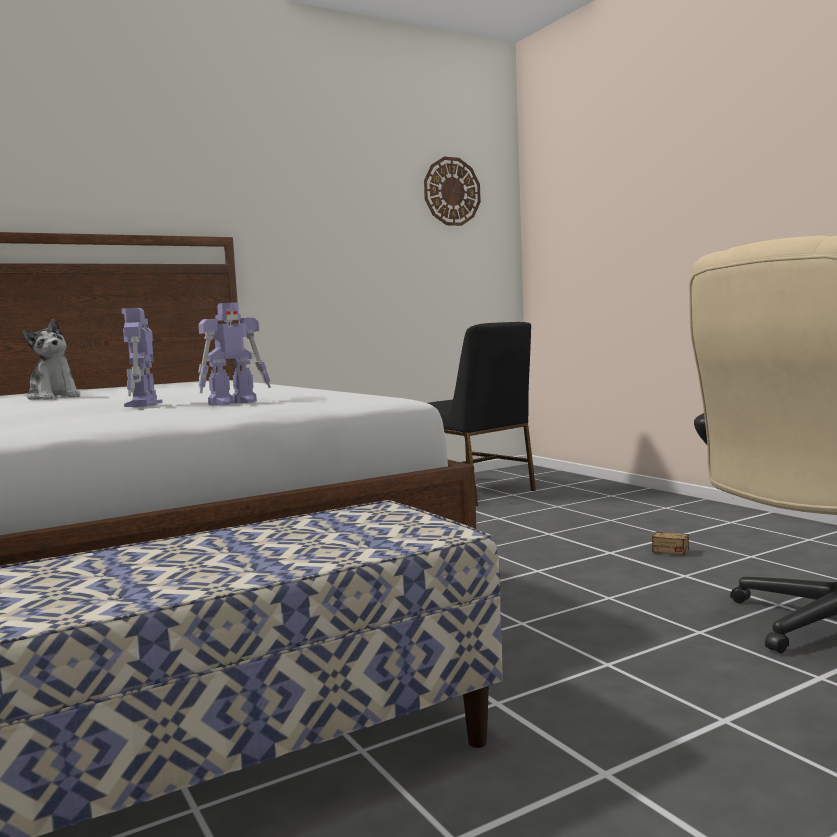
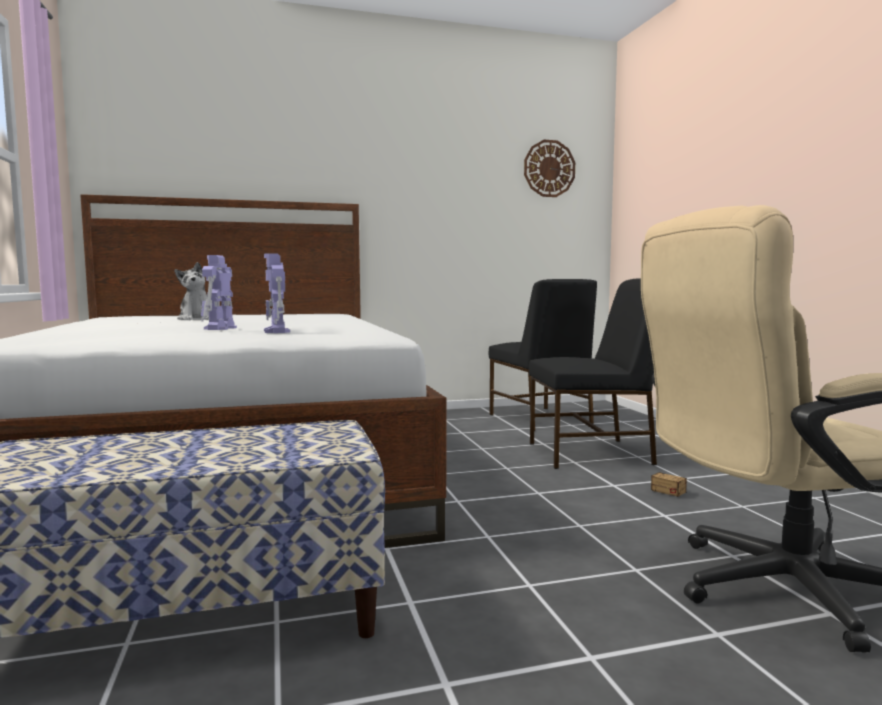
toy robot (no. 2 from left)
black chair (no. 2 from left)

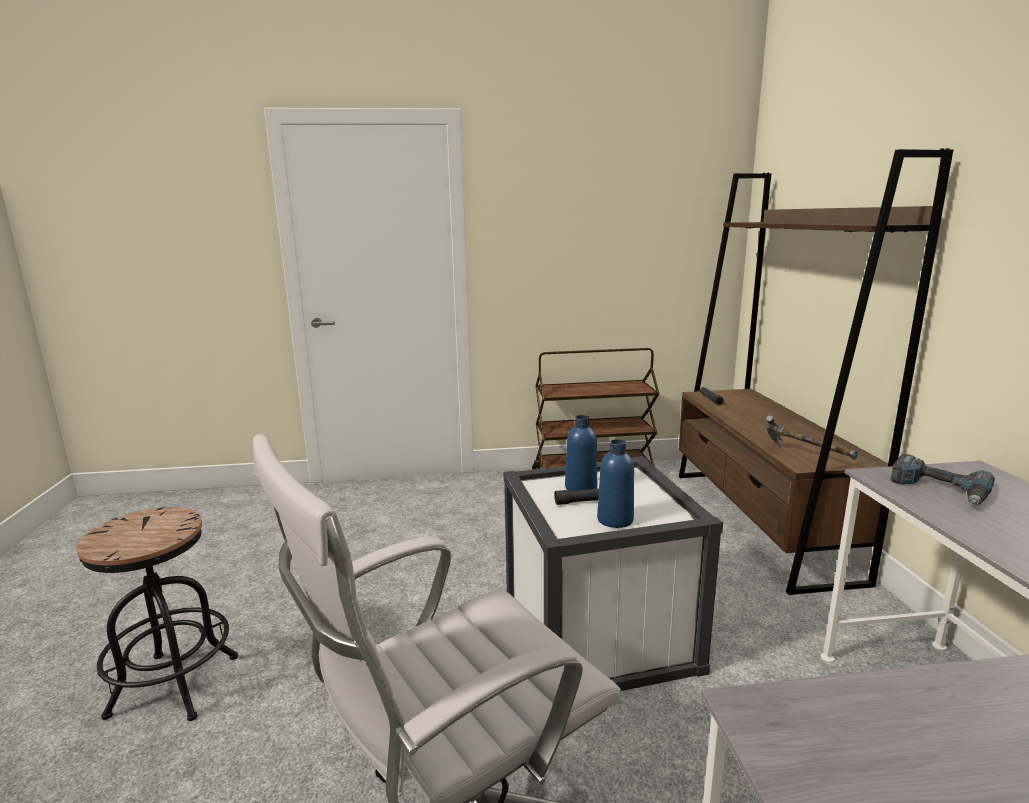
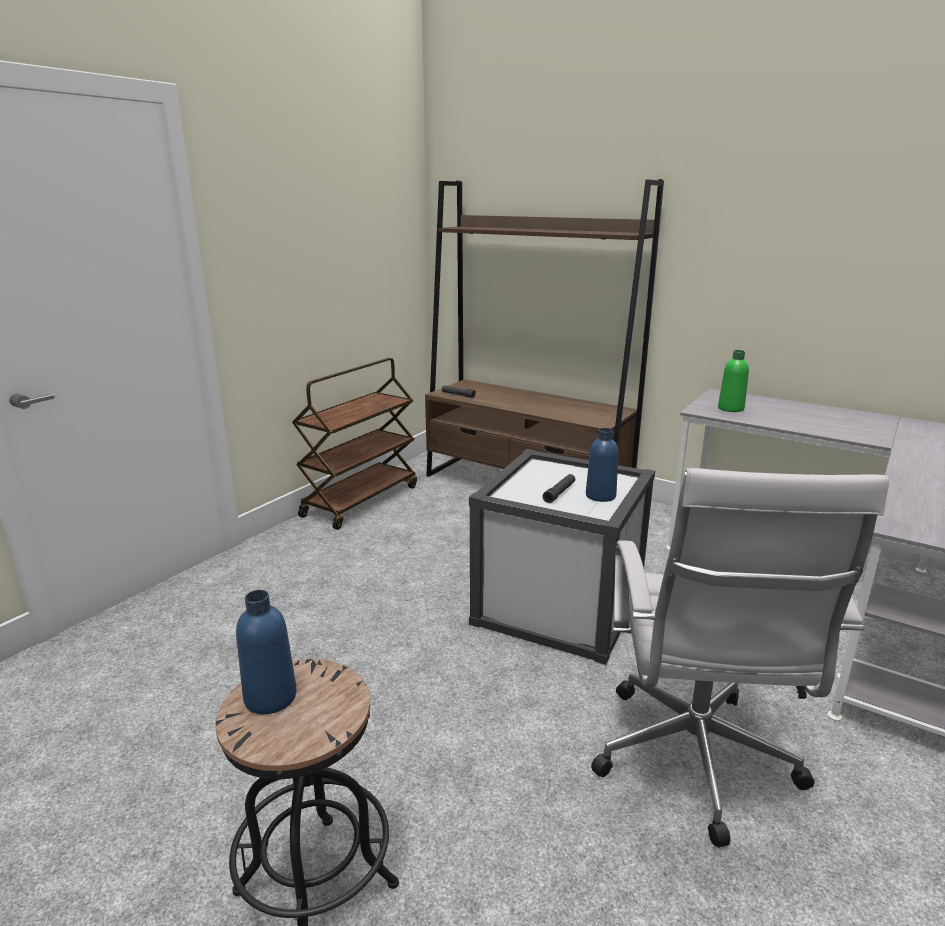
blue bottle (no. 1 from left)
hammer
green bottle

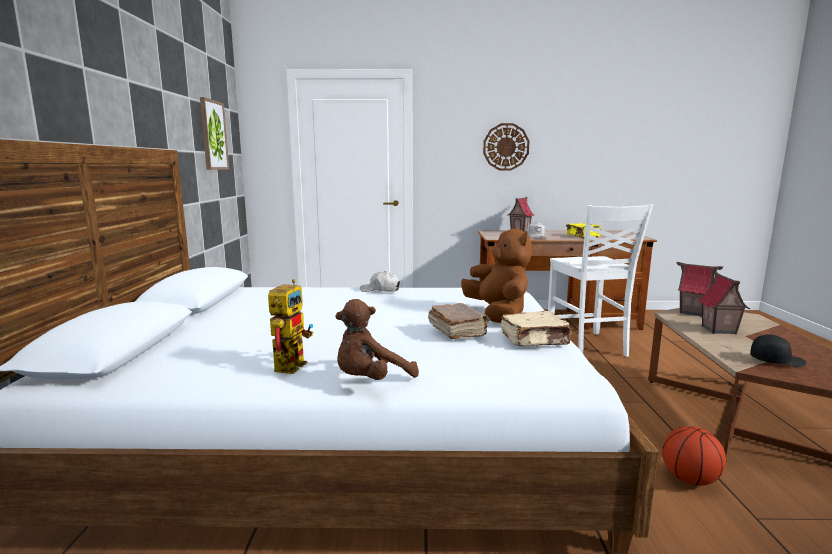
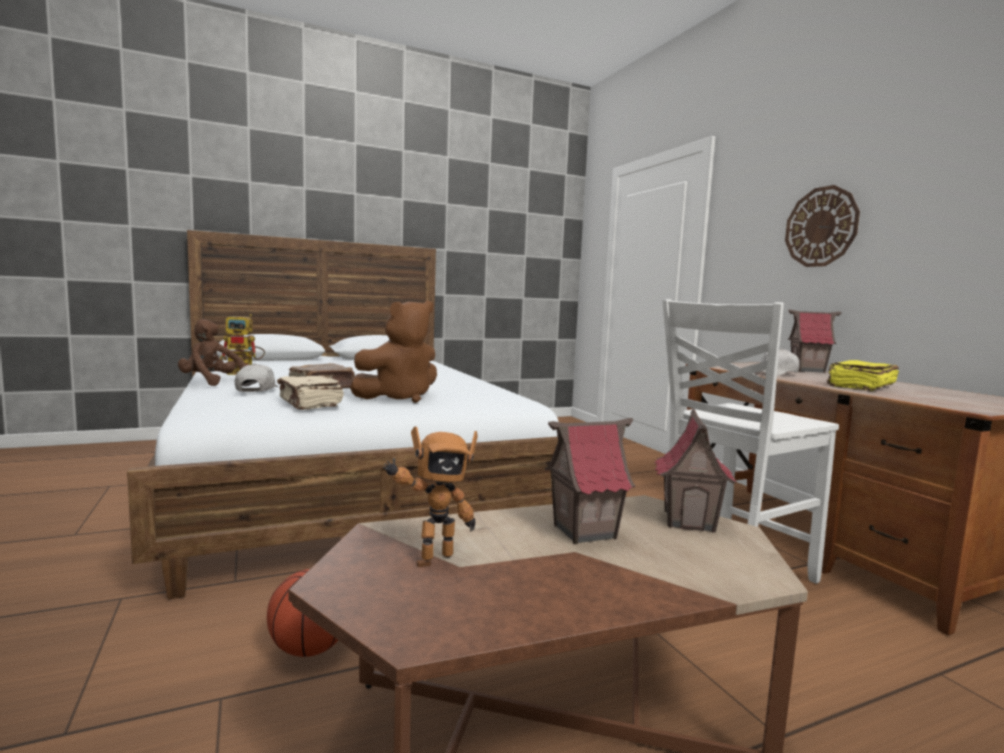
picture
white cap (no. 1 from left)
toy robot (no. 2 from left)

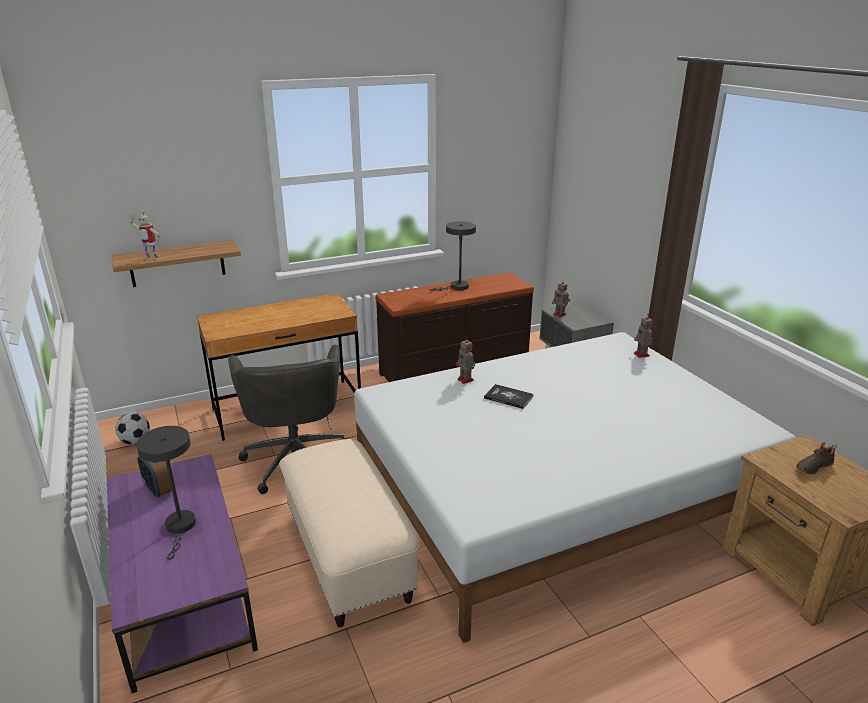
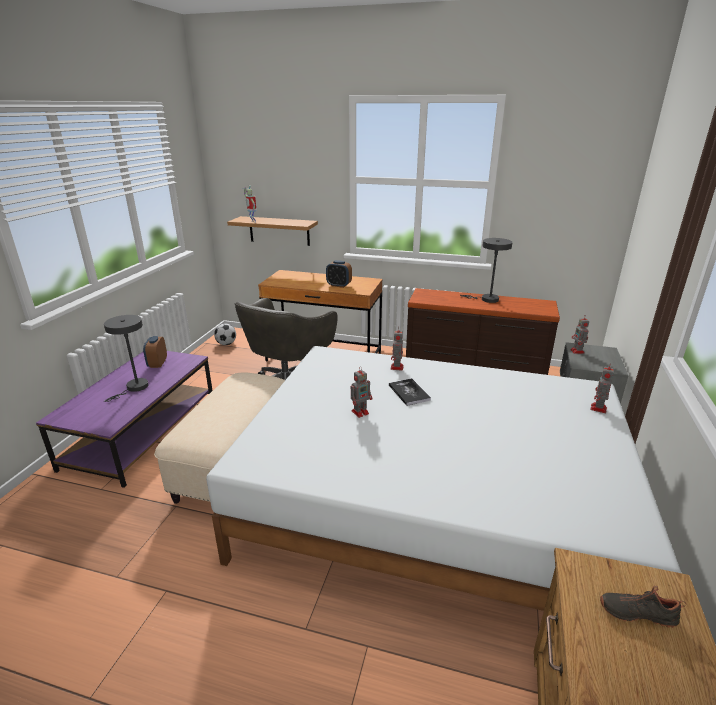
alarm clock (no. 2 from left)
toy robot (no. 2 from left)

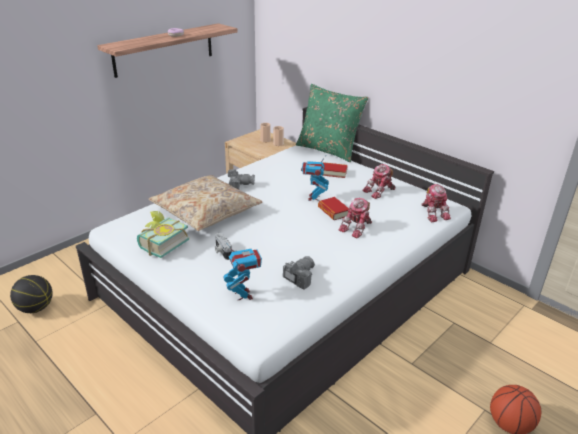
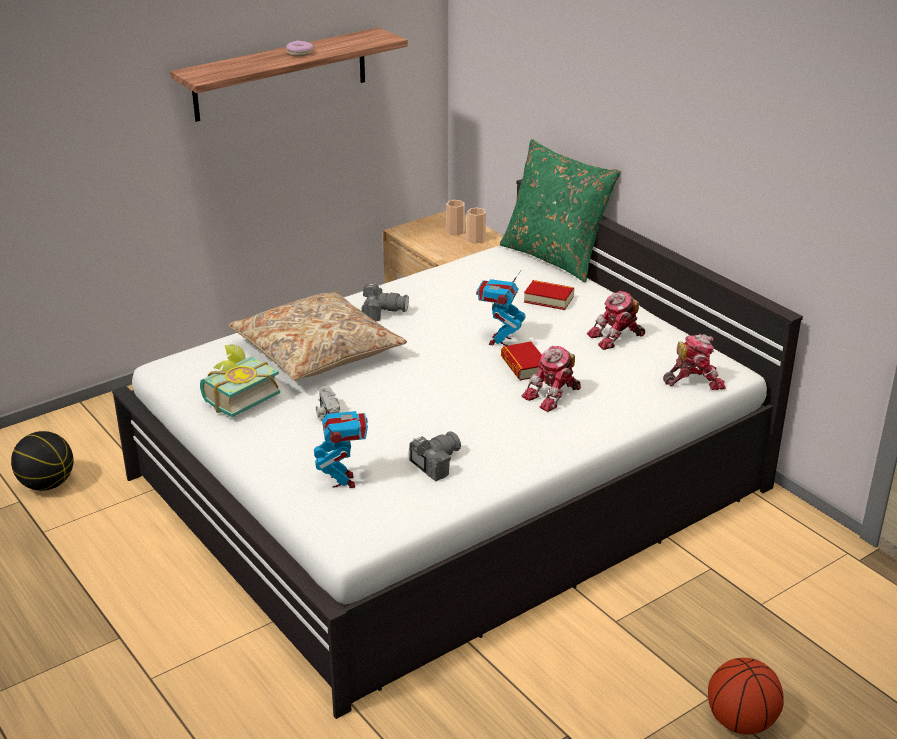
toy robot (no. 5 from left)

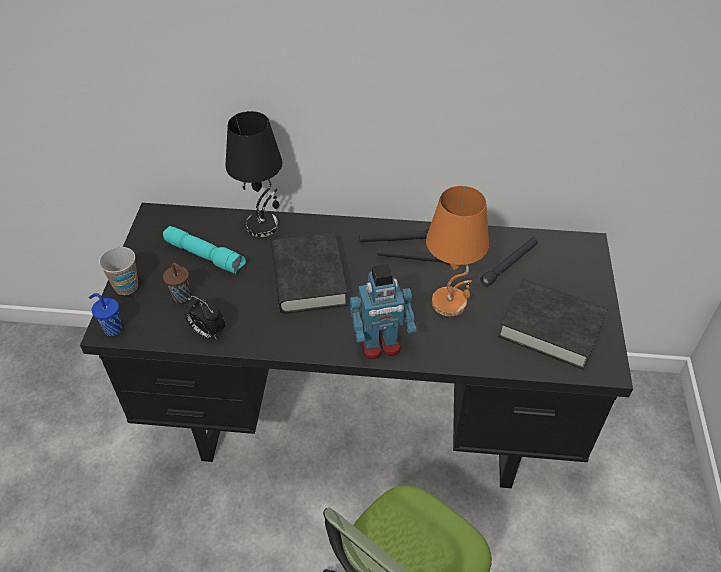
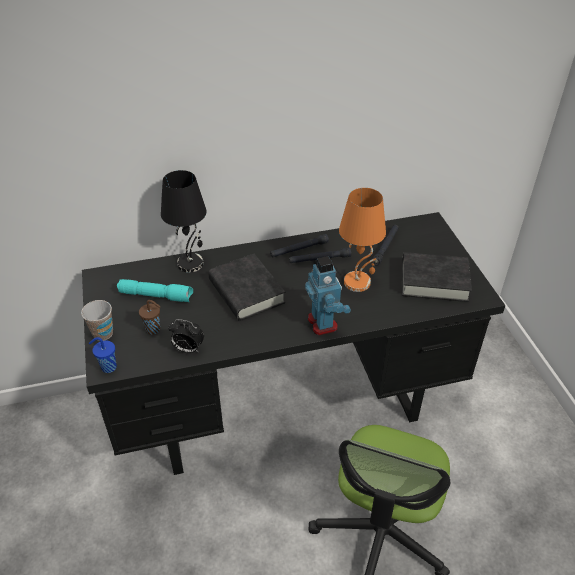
toy robot

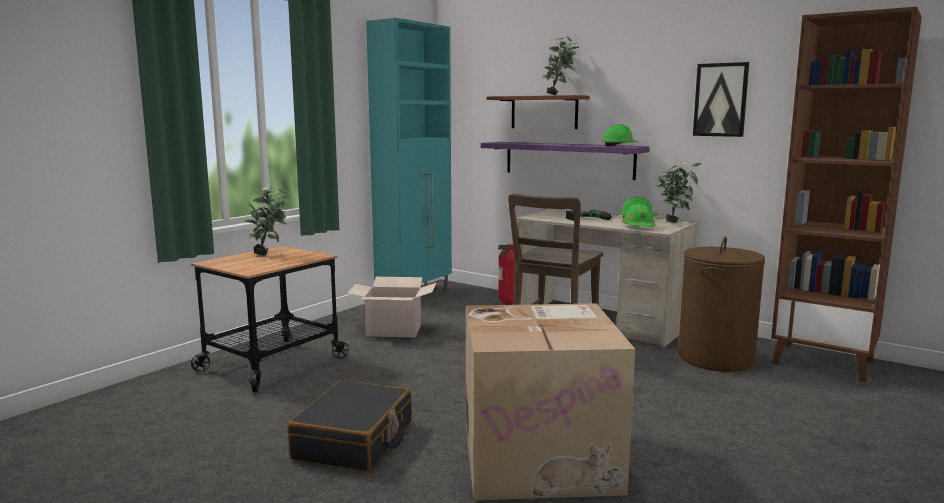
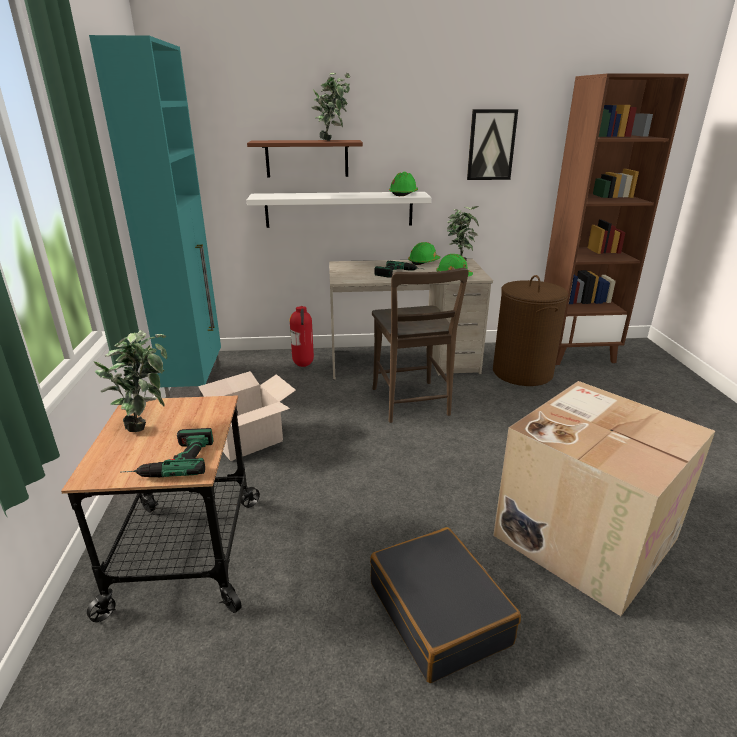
white shelf
power drill (no. 1 from left)

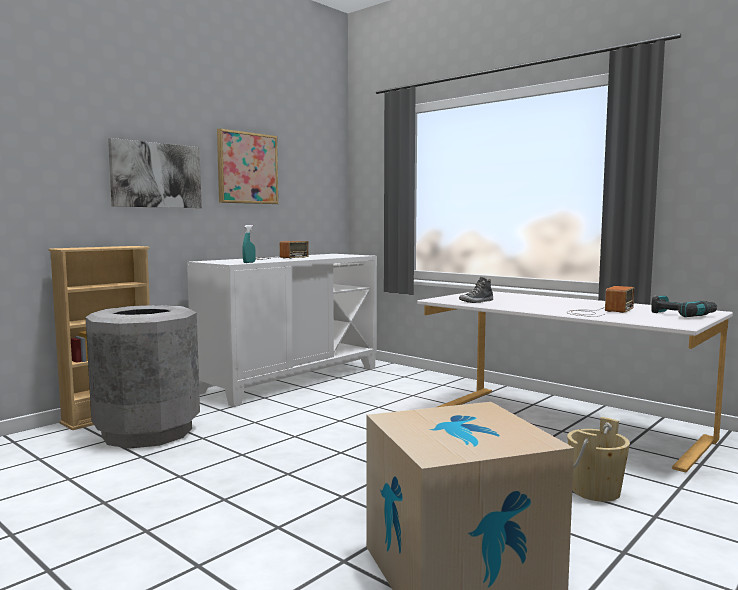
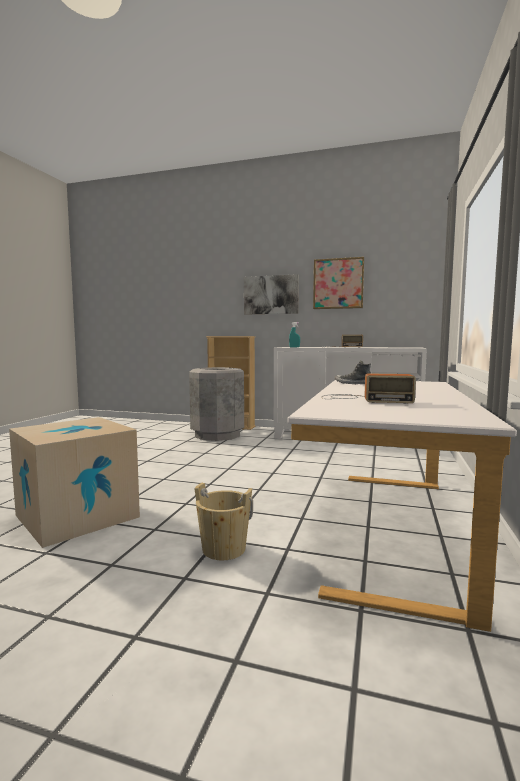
power drill

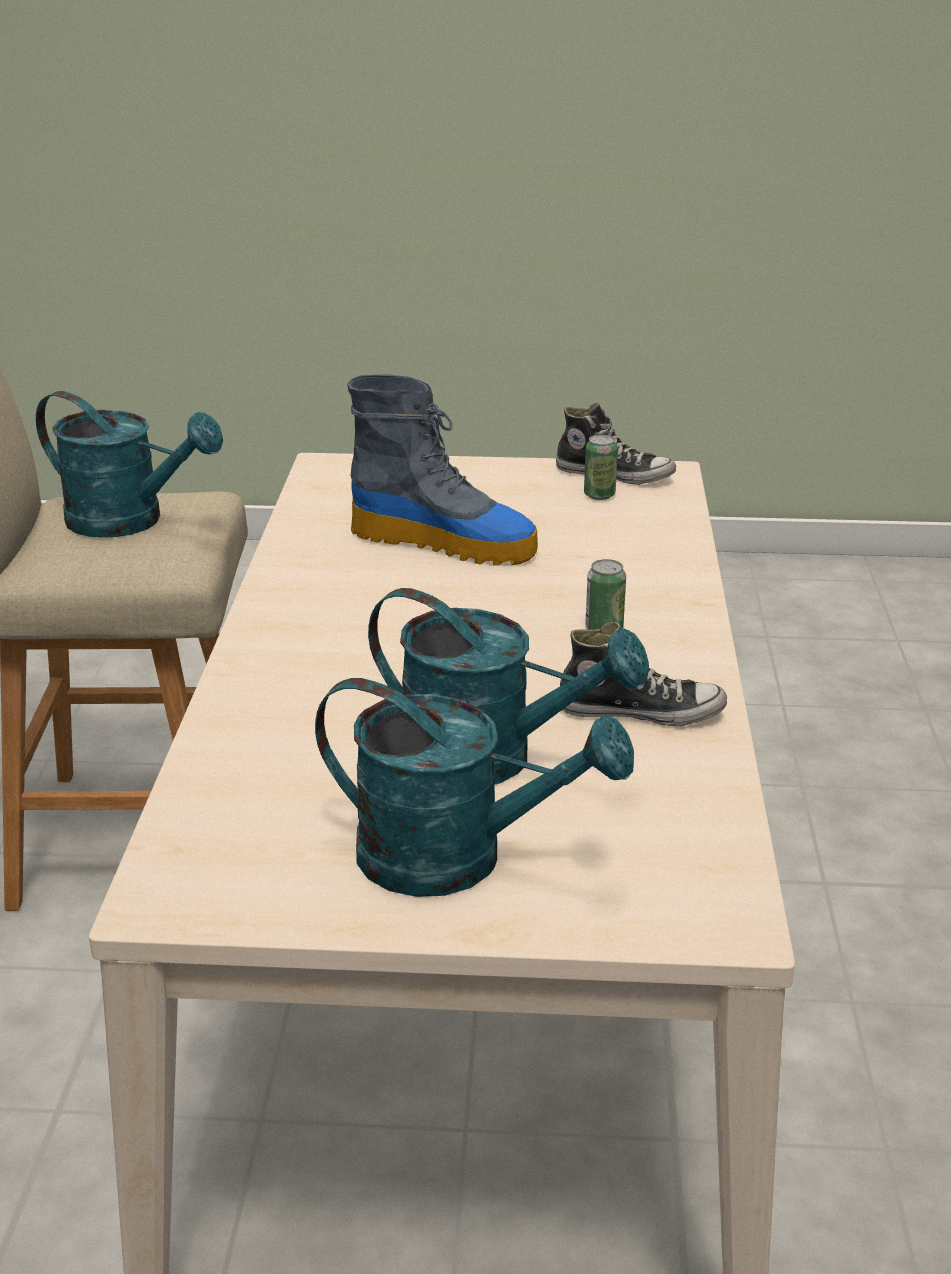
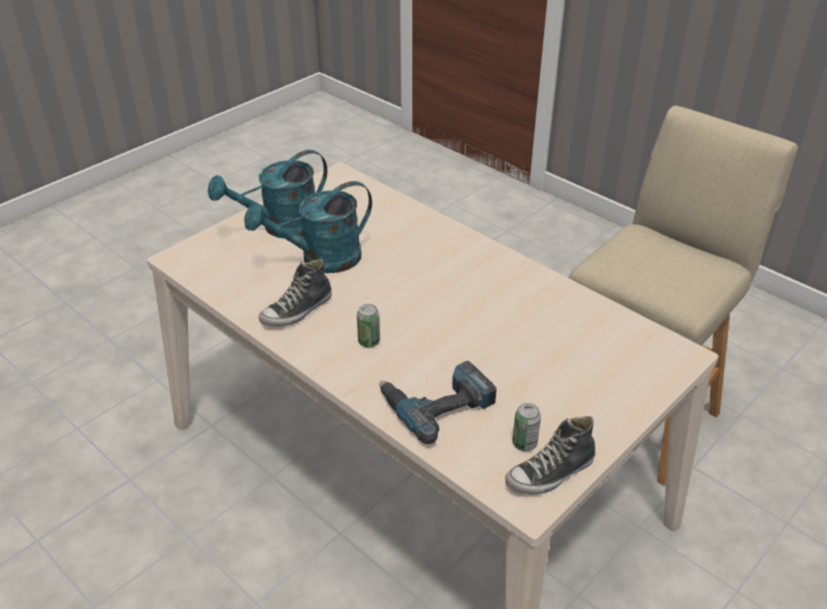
turquoise watering can (no. 1 from left in the first image)
boot
power drill

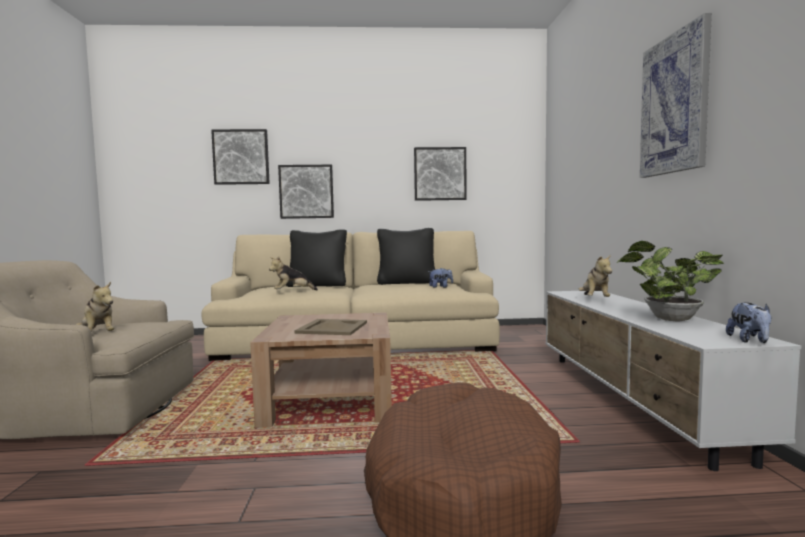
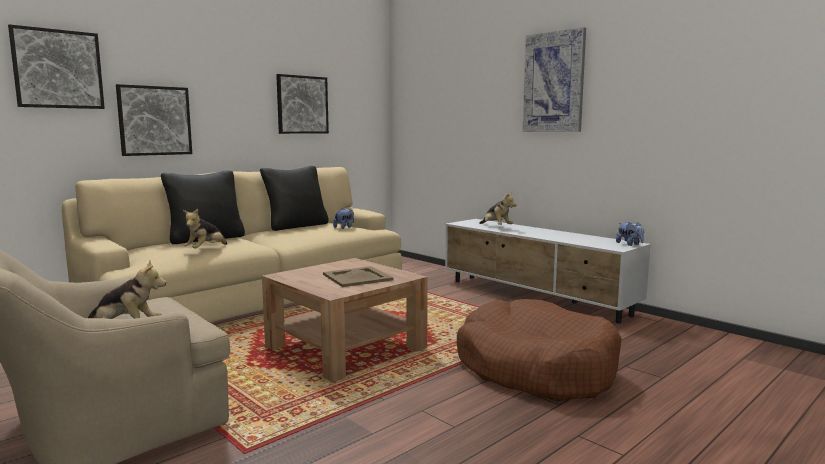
potted plant

